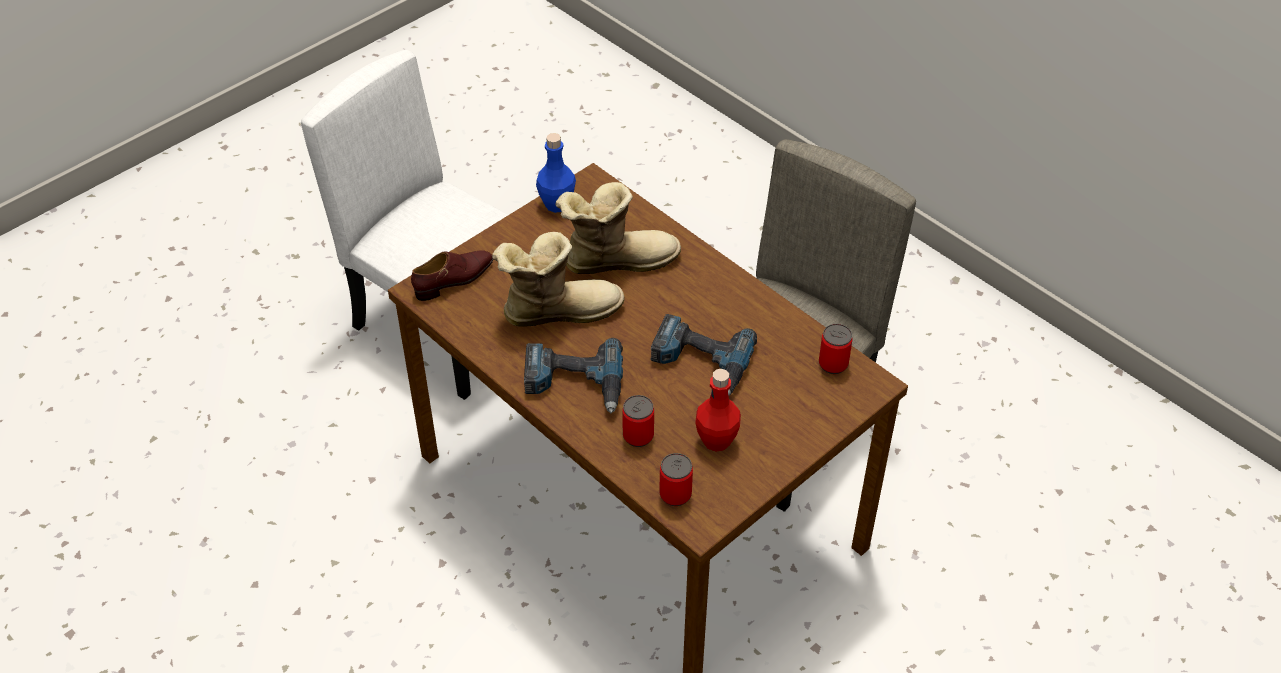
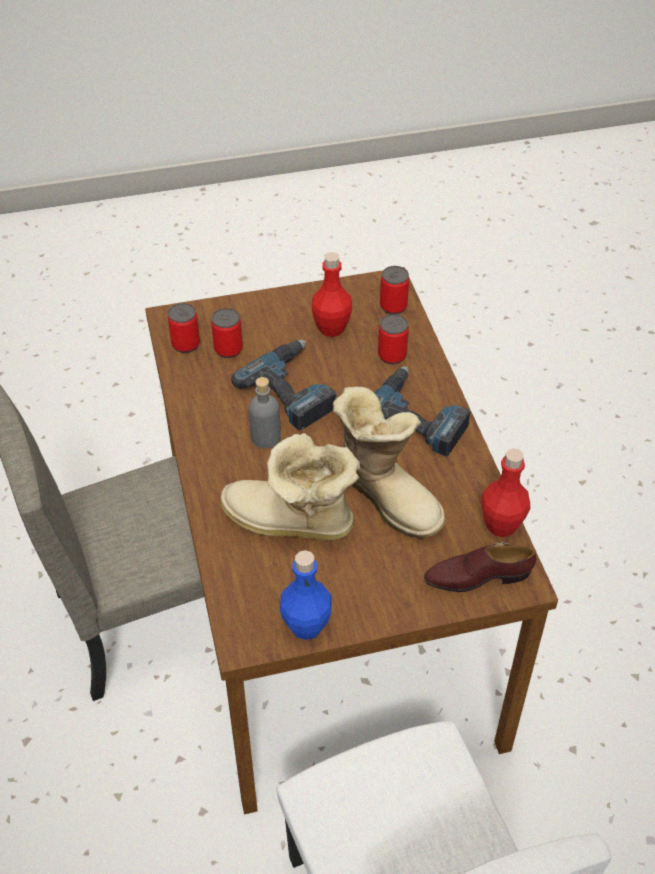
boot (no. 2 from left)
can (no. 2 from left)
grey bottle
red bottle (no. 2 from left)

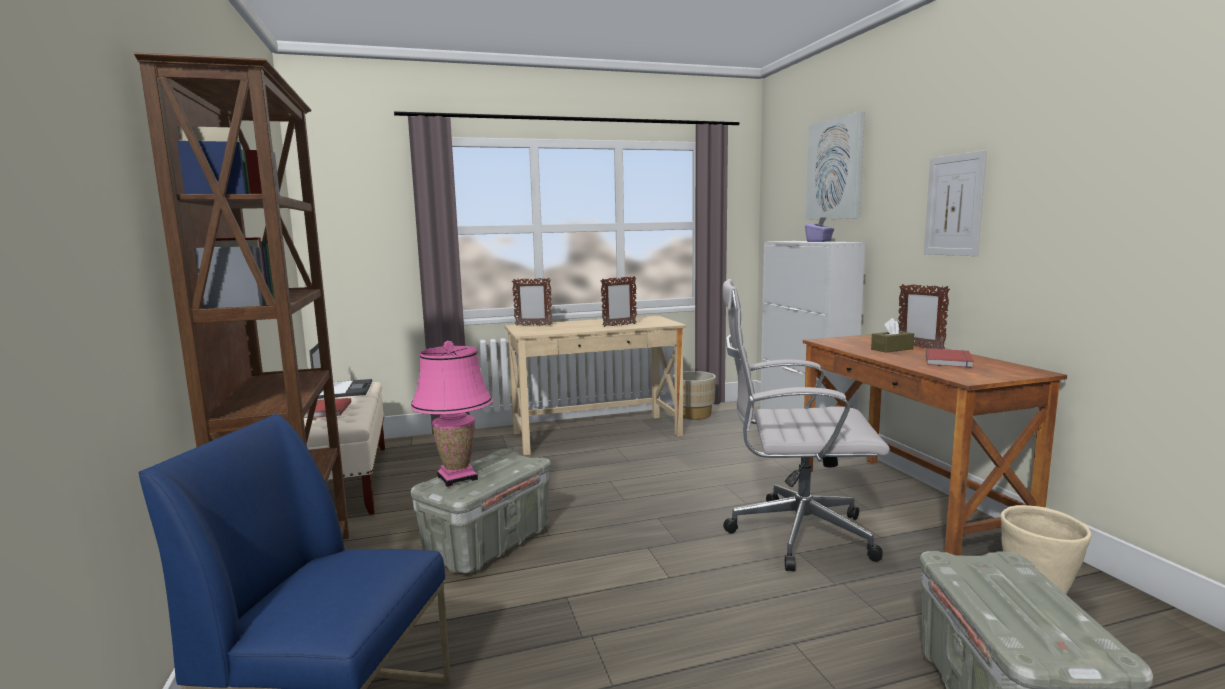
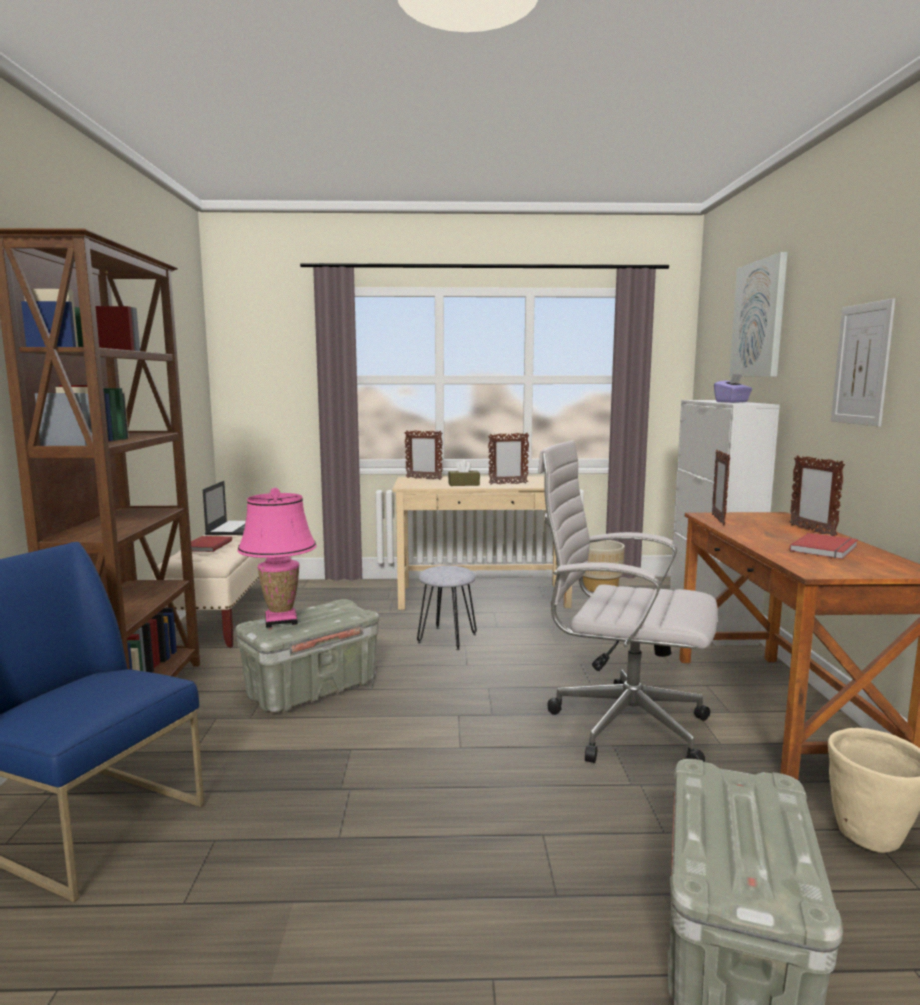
brown tissue box
grey stool
picture frame (no. 3 from left)

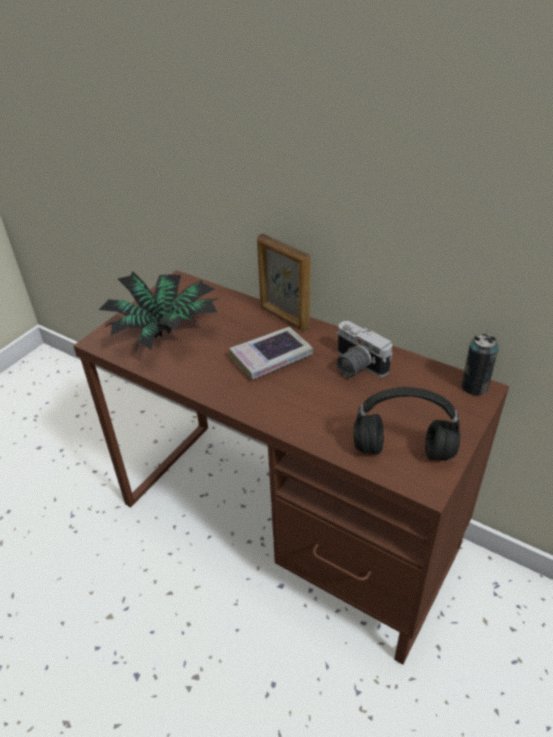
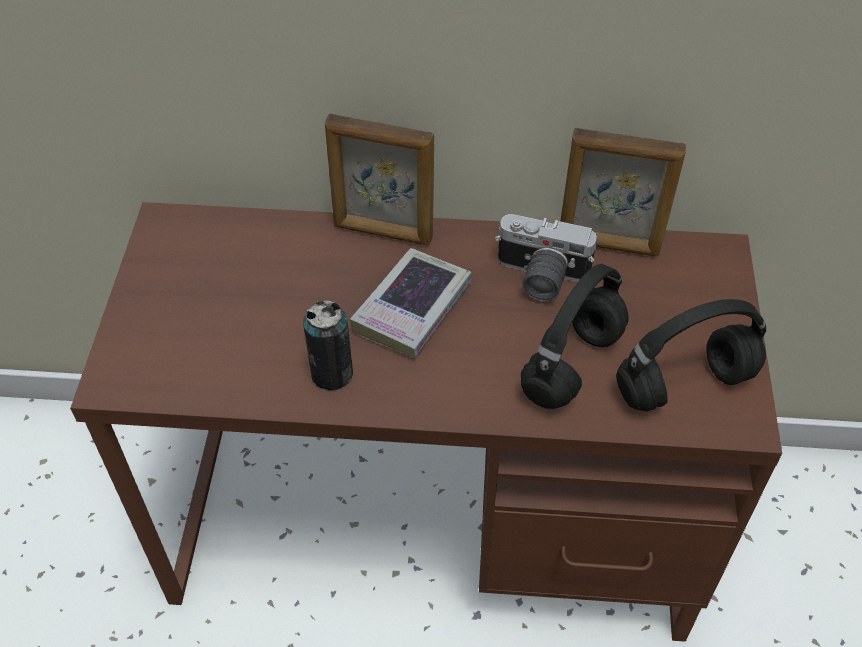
potted plant
can
black headphones (no. 1 from left)
picture frame (no. 2 from left)

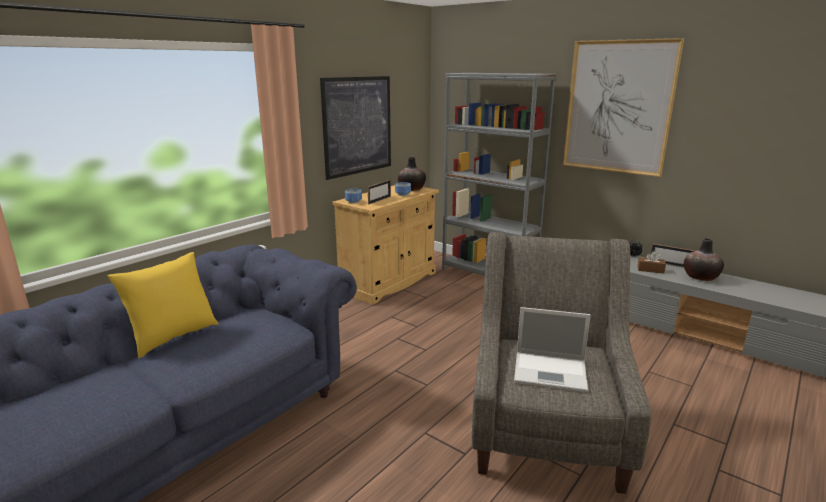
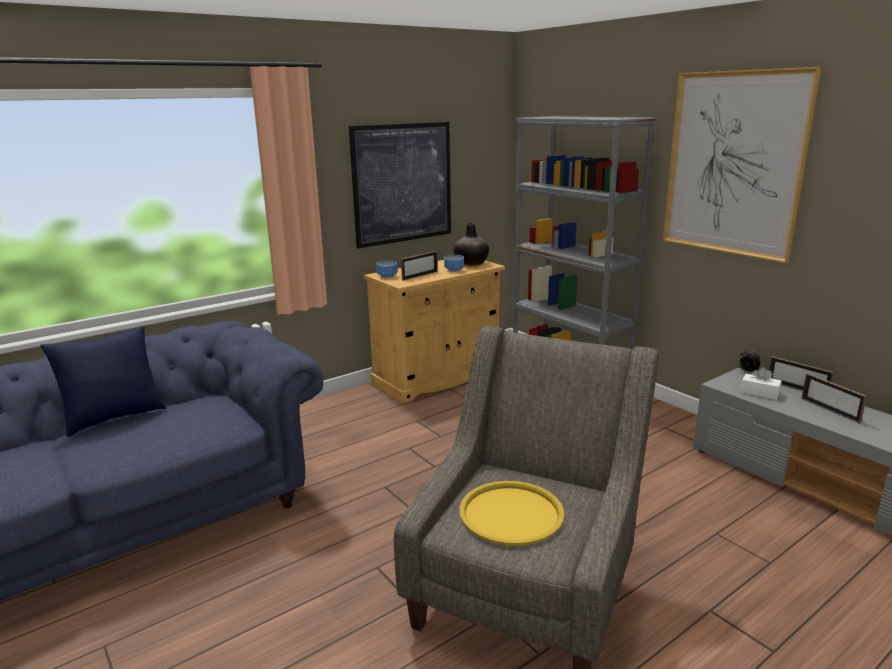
blue pillow
yellow tray
white tissue box
picture frame (no. 3 from left)

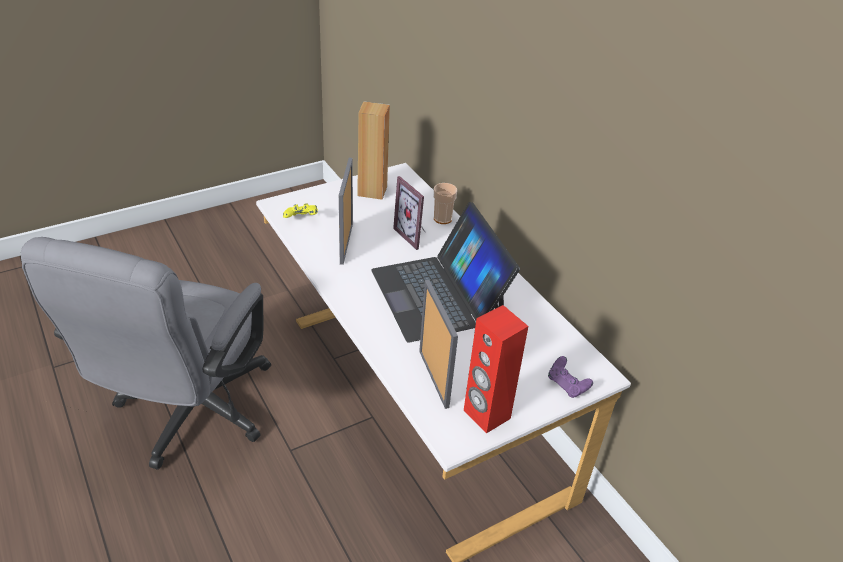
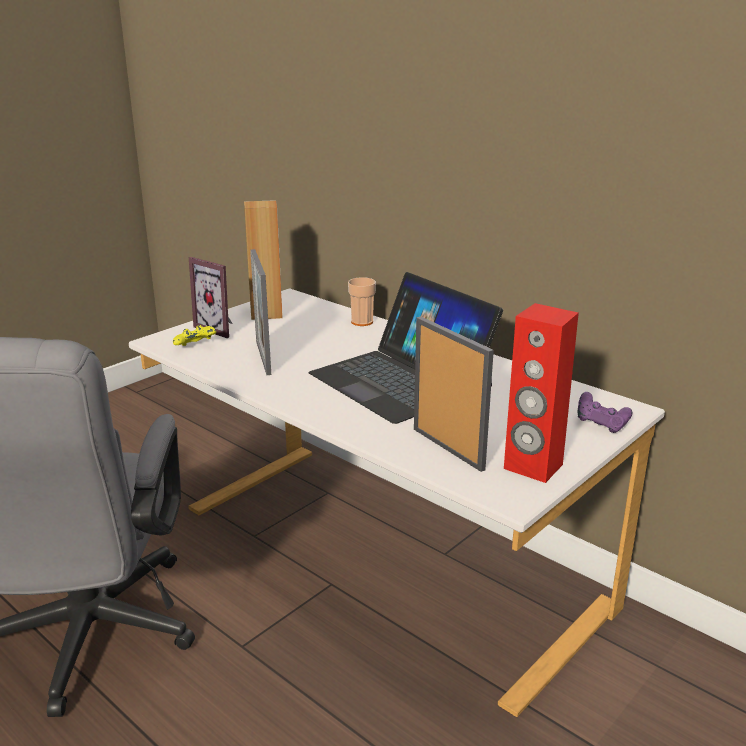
picture frame (no. 1 from left)

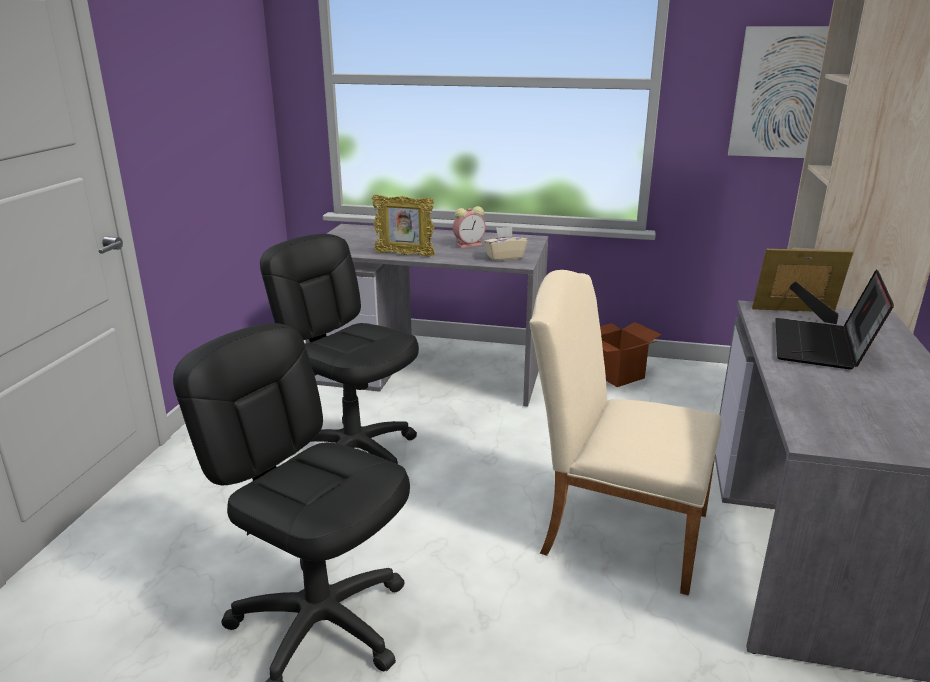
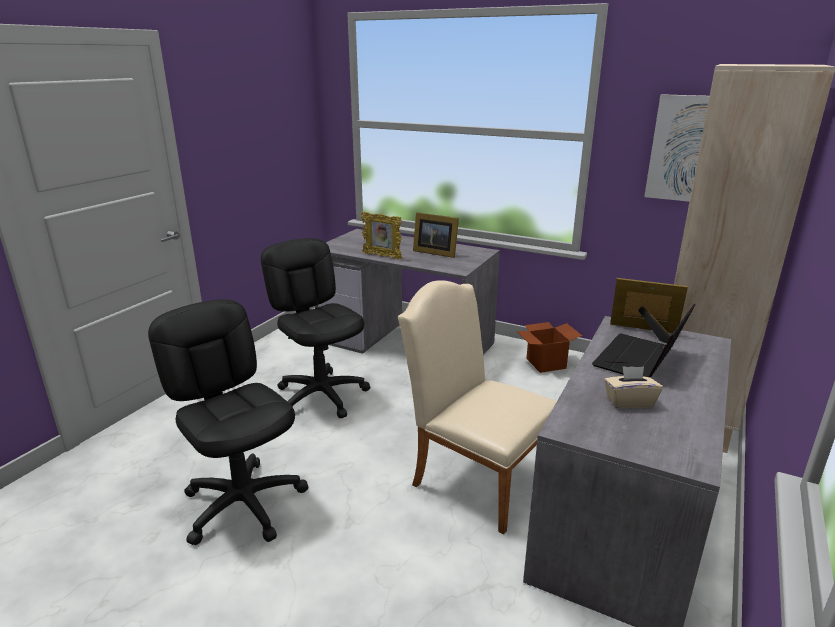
picture frame (no. 2 from left)
beige tissue box

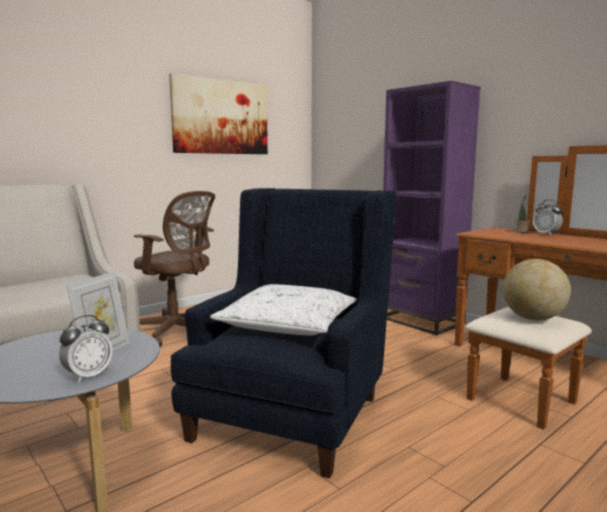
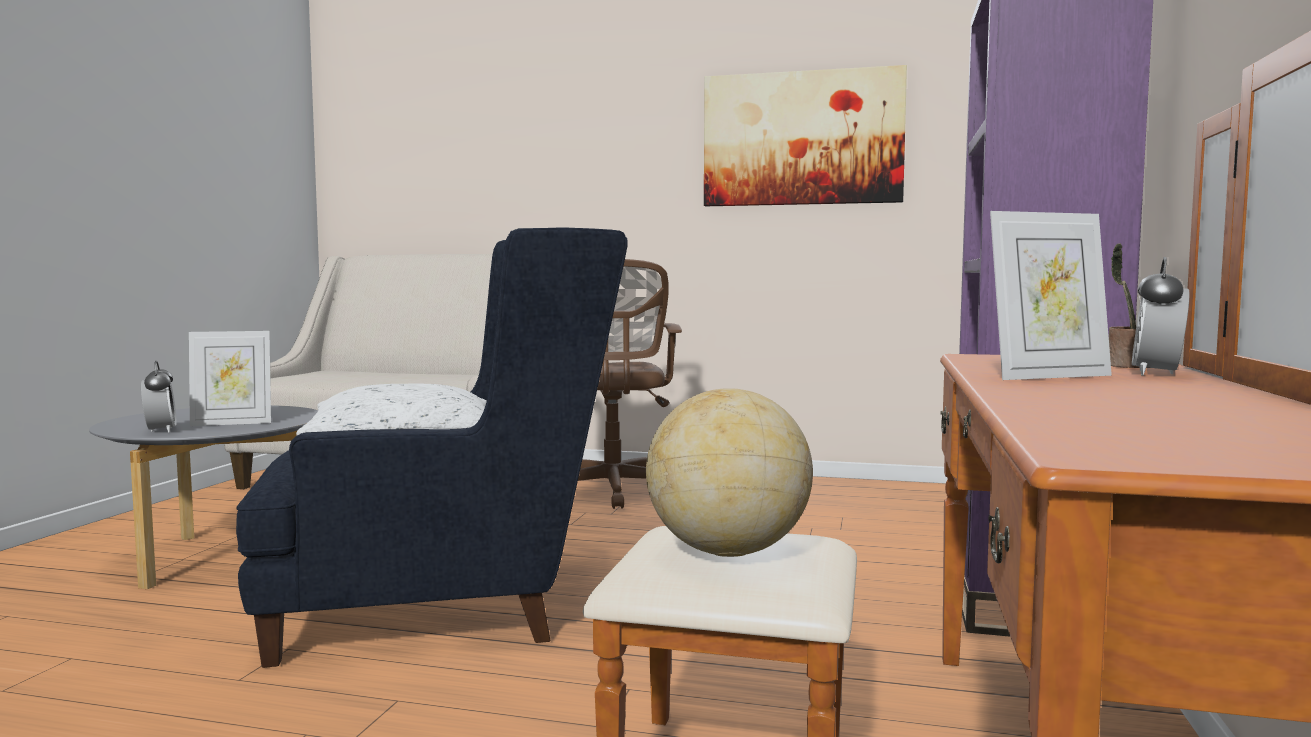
alarm clock (no. 1 from left)
picture frame (no. 2 from left)

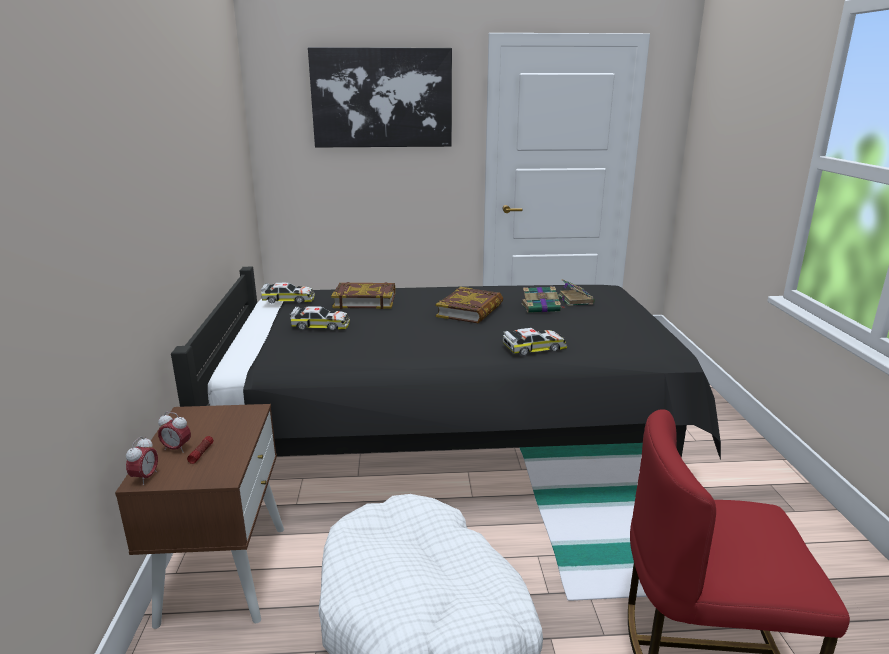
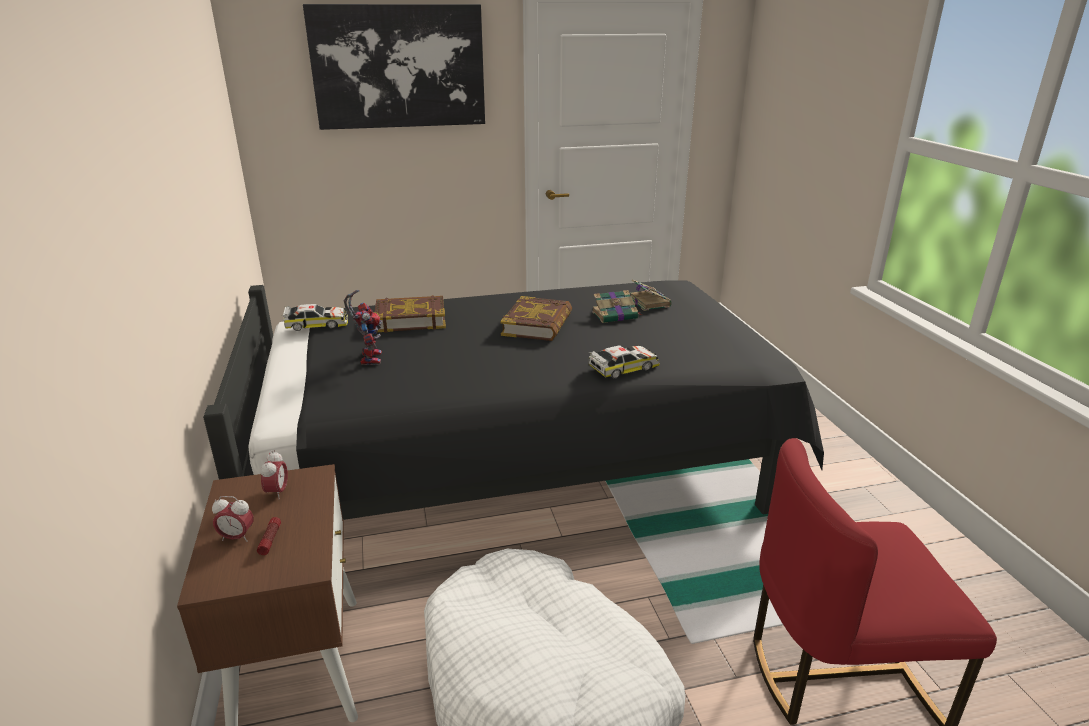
alarm clock (no. 2 from left)
toy robot

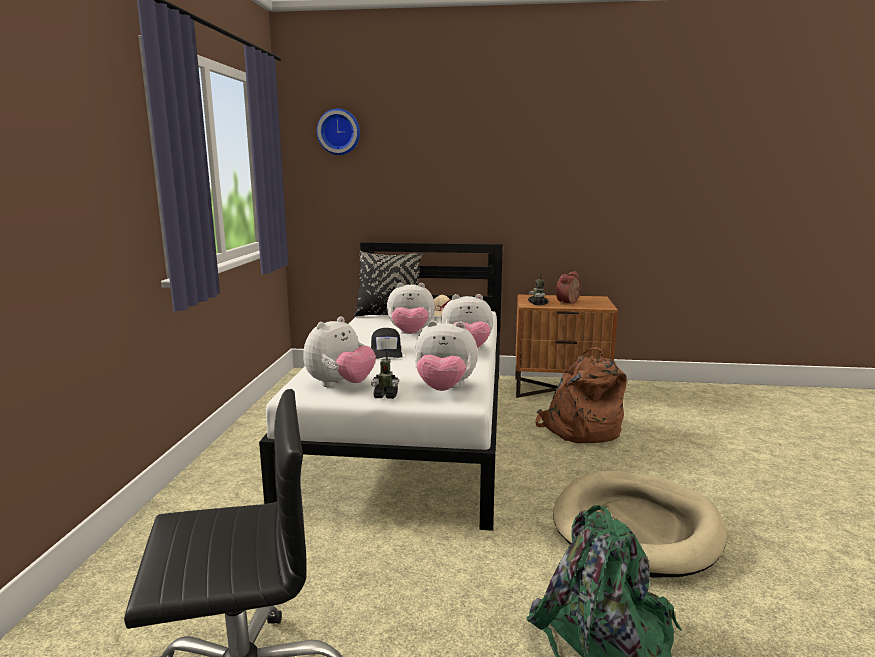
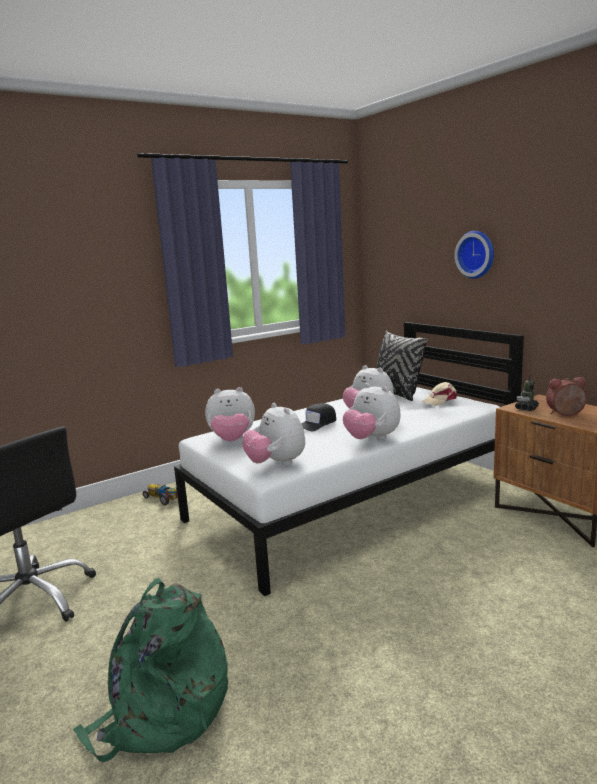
wall clock
toy robot (no. 1 from left in the first image)
brown backpack
beige dog bed
toy car

